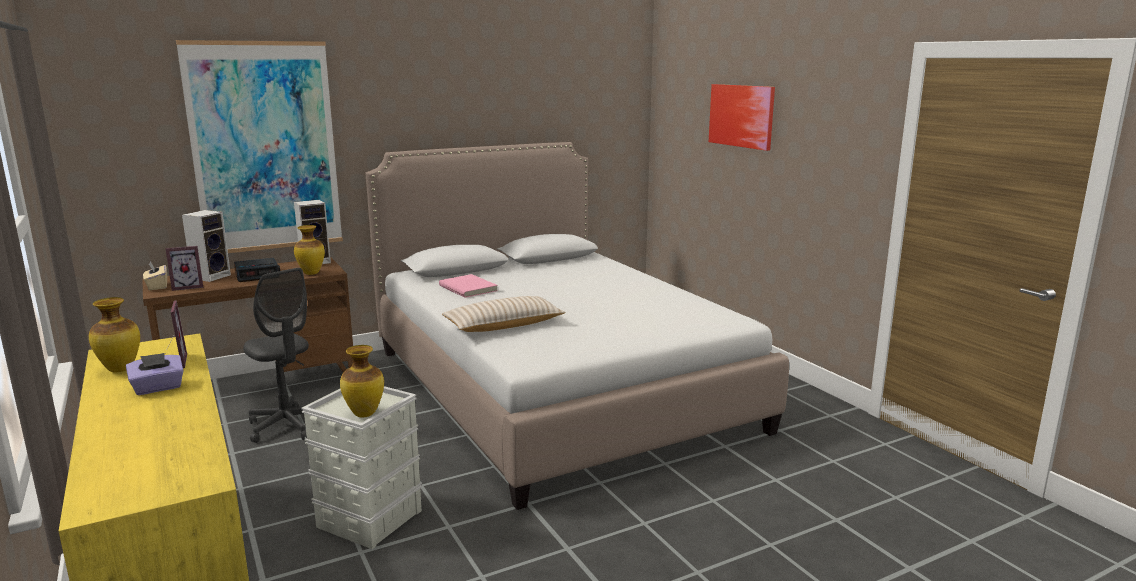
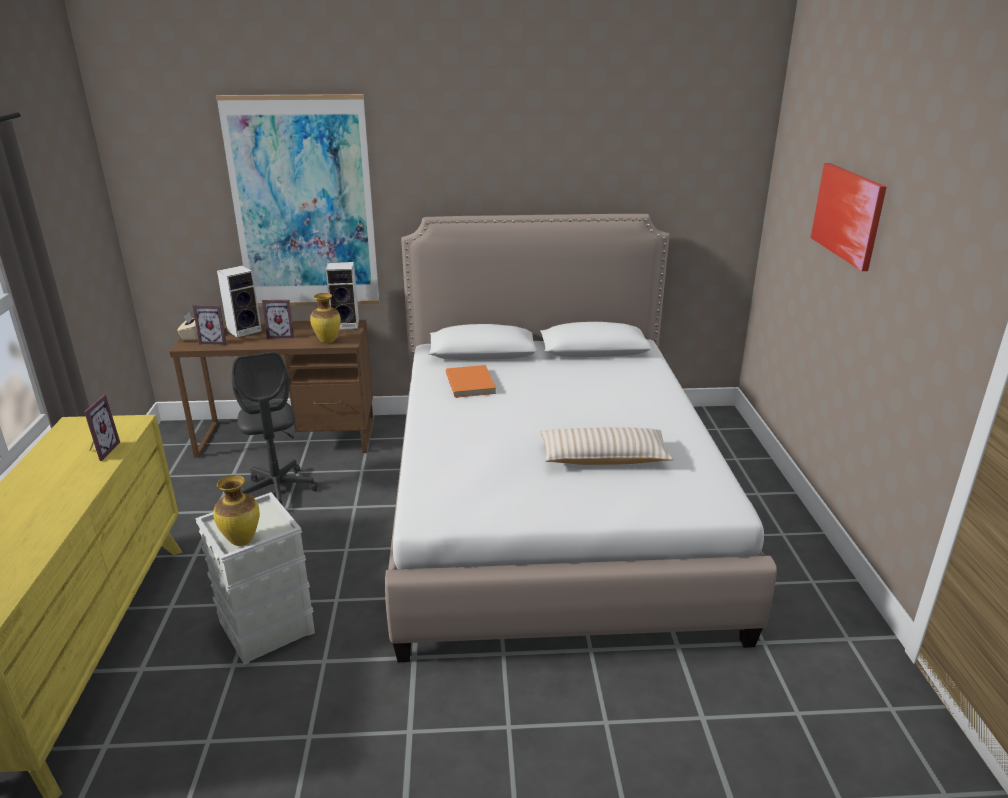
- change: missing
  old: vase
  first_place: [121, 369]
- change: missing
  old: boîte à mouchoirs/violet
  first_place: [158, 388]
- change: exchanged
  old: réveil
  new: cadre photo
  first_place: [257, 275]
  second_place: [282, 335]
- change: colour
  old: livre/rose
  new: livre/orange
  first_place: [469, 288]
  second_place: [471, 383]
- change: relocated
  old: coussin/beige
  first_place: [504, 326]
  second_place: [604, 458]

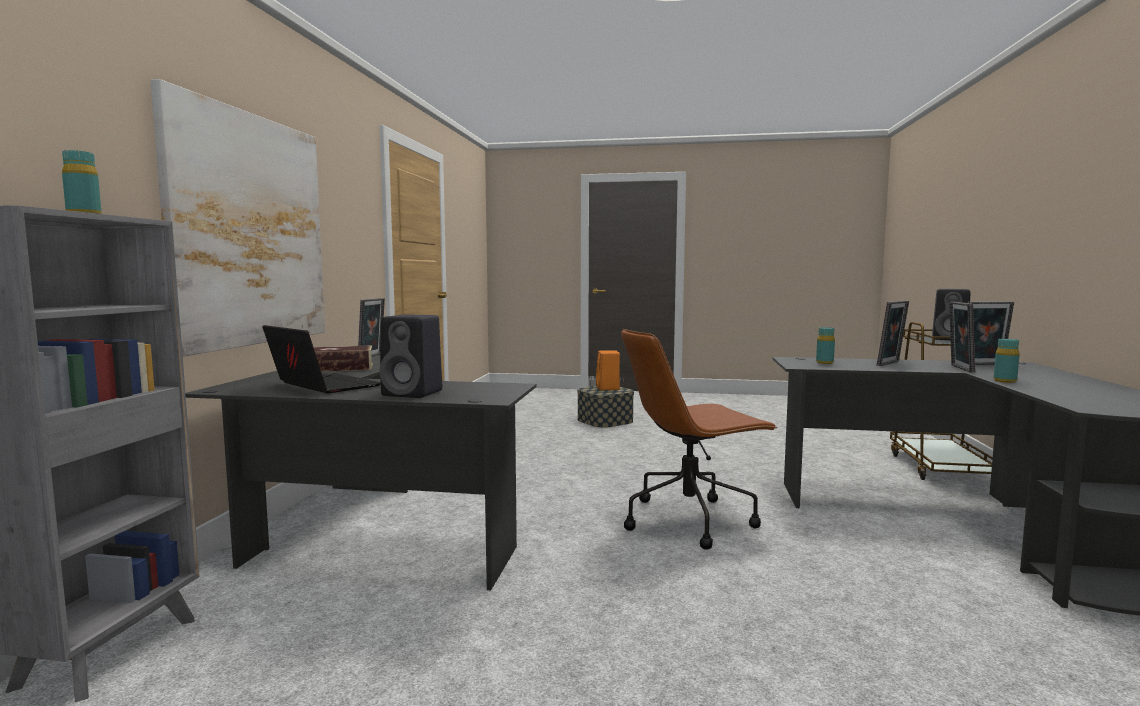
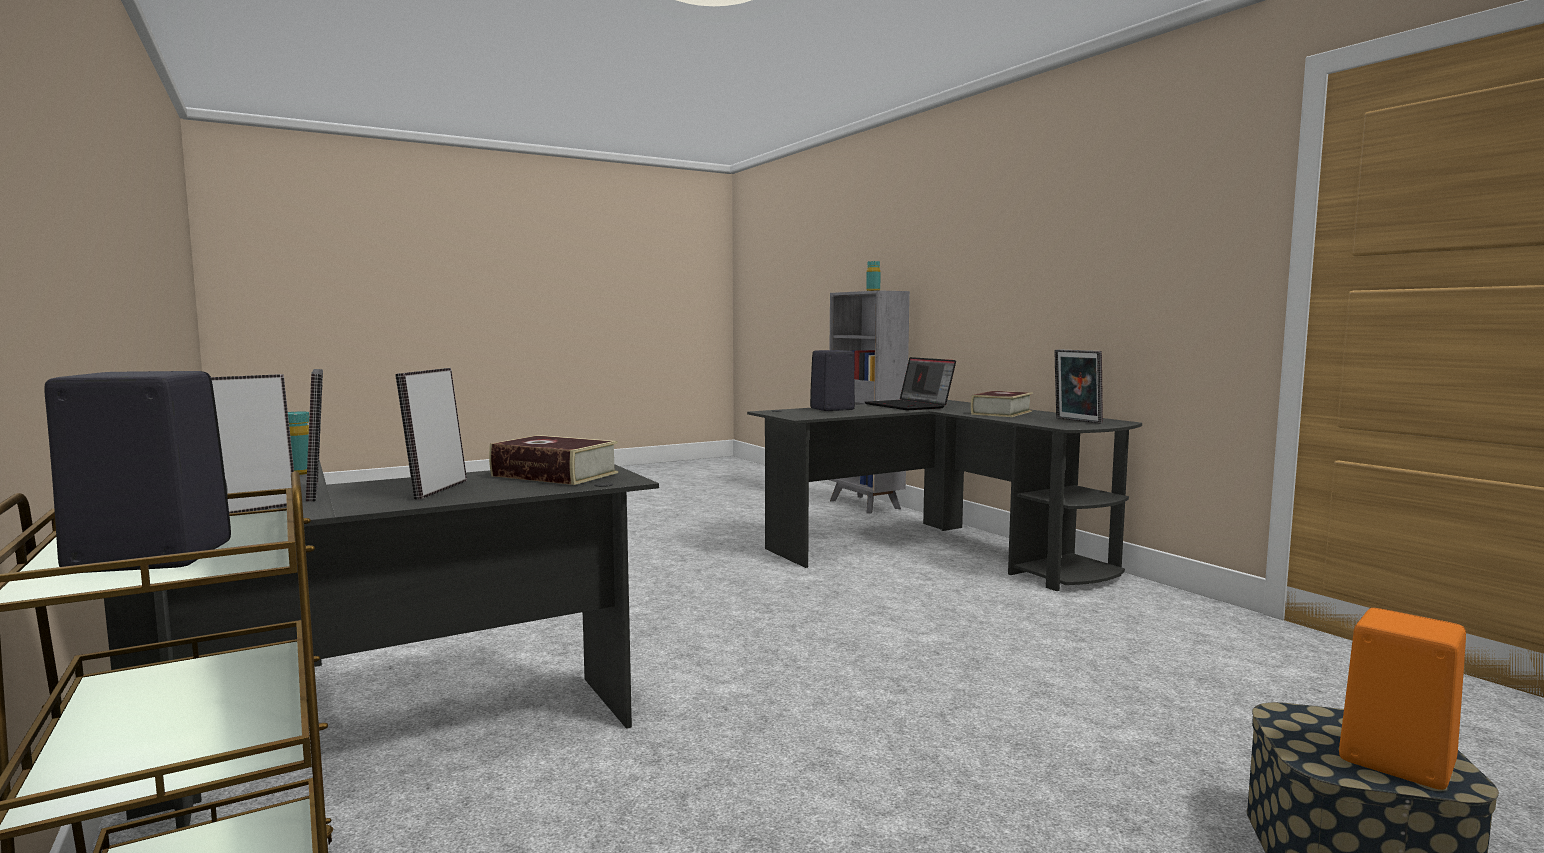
- change: missing
  old: tableau
  first_place: [250, 230]
- change: spun
  old: ordinateur portable
  first_place: [321, 386]
  second_place: [910, 406]
  degrees: 60
- change: missing
  old: chaise de bureau/marron
  first_place: [690, 520]
- change: exchanged
  old: bouteille/turquoise
  new: livre
  first_place: [824, 363]
  second_place: [554, 474]

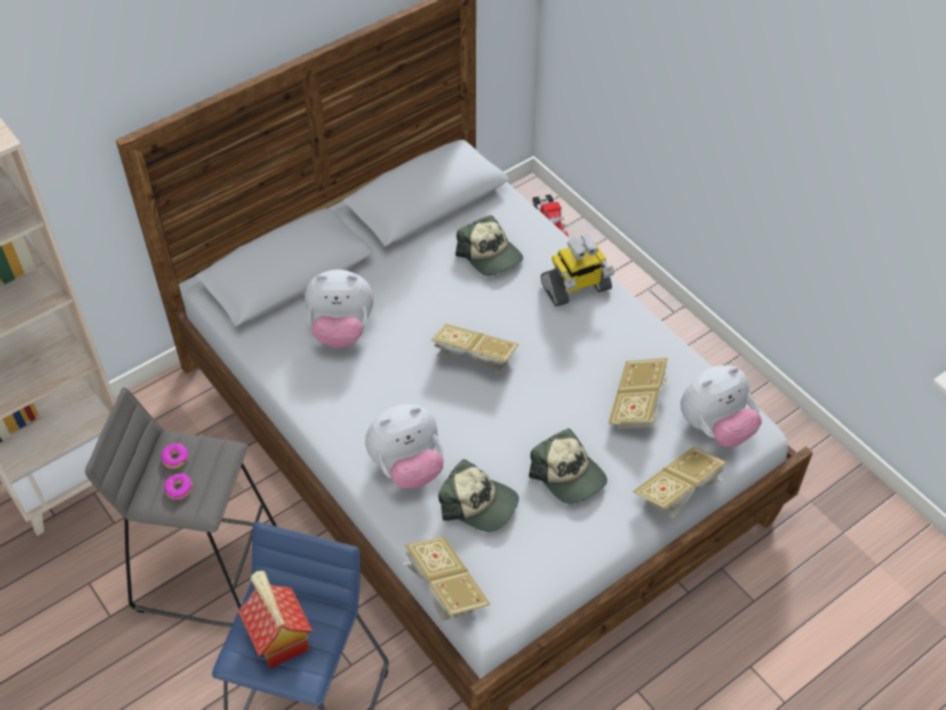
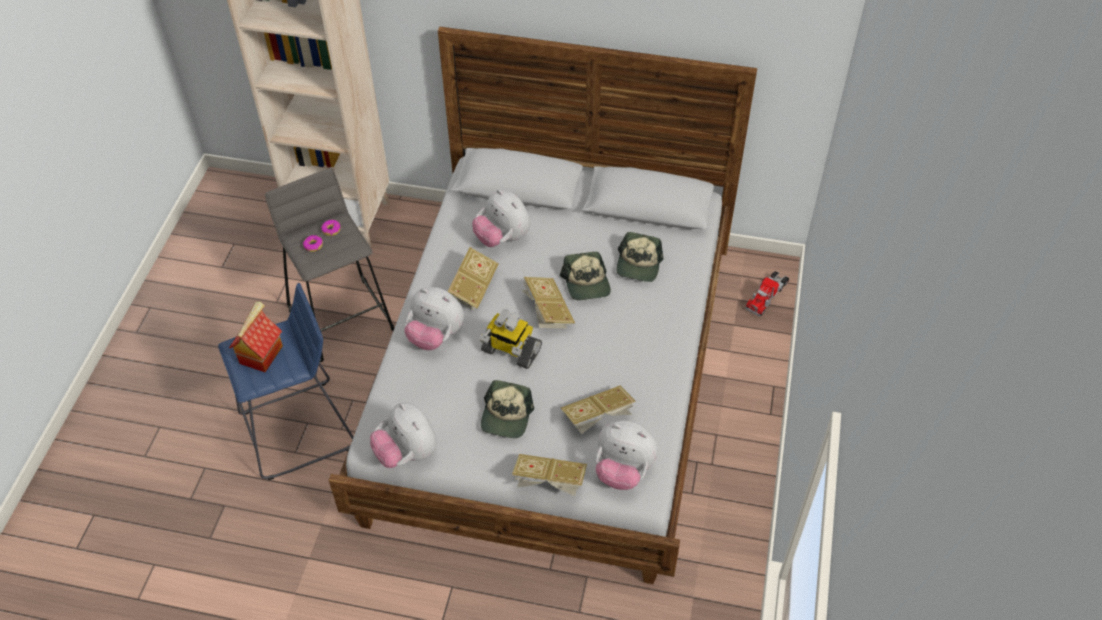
- change: relocated
  old: livre
  first_place: [444, 589]
  second_place: [472, 288]
- change: relocated
  old: casquette
  first_place: [479, 504]
  second_place: [586, 283]
- change: relocated
  old: robot jouet
  first_place: [576, 288]
  second_place: [510, 350]
- change: appeared
  new: peluche
  second_place: [407, 453]

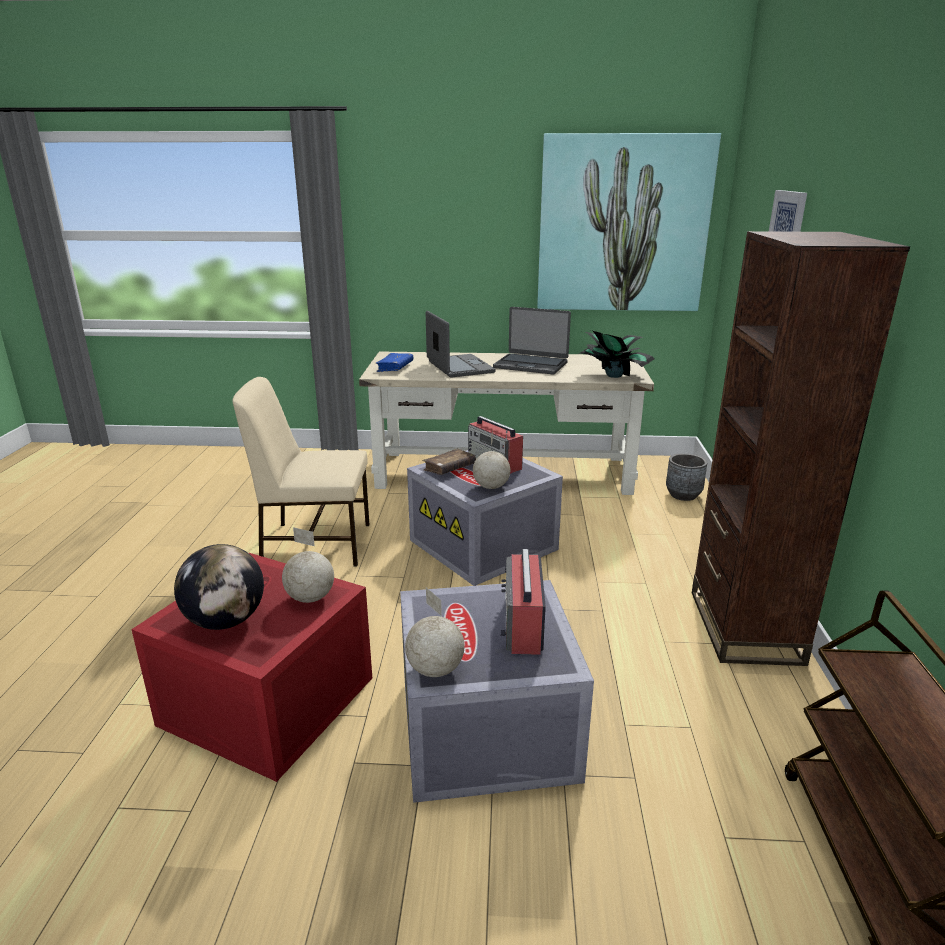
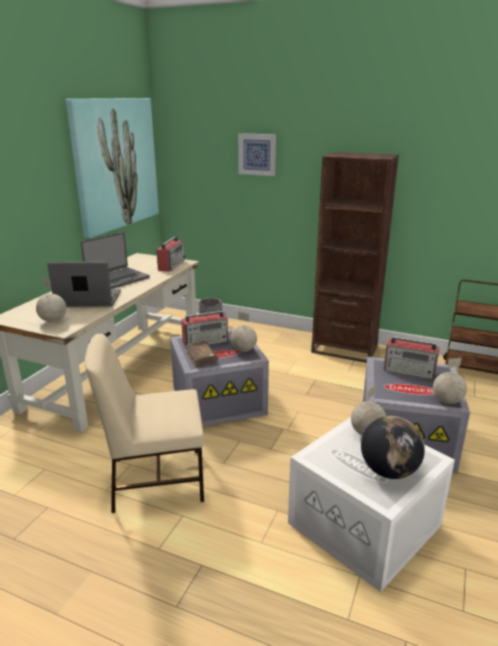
- change: colour
  old: boîte de rangement/rouge
  new: boîte de rangement/blanc
  first_place: [268, 703]
  second_place: [366, 524]
- change: spun
  old: chaise/beige
  first_place: [315, 543]
  second_place: [155, 479]
  degrees: 60
- change: exchanged
  old: livre/bleu
  new: globe
  first_place: [395, 368]
  second_place: [53, 321]
- change: exchanged
  old: plante en pot
  new: radio
  first_place: [613, 375]
  second_place: [171, 265]

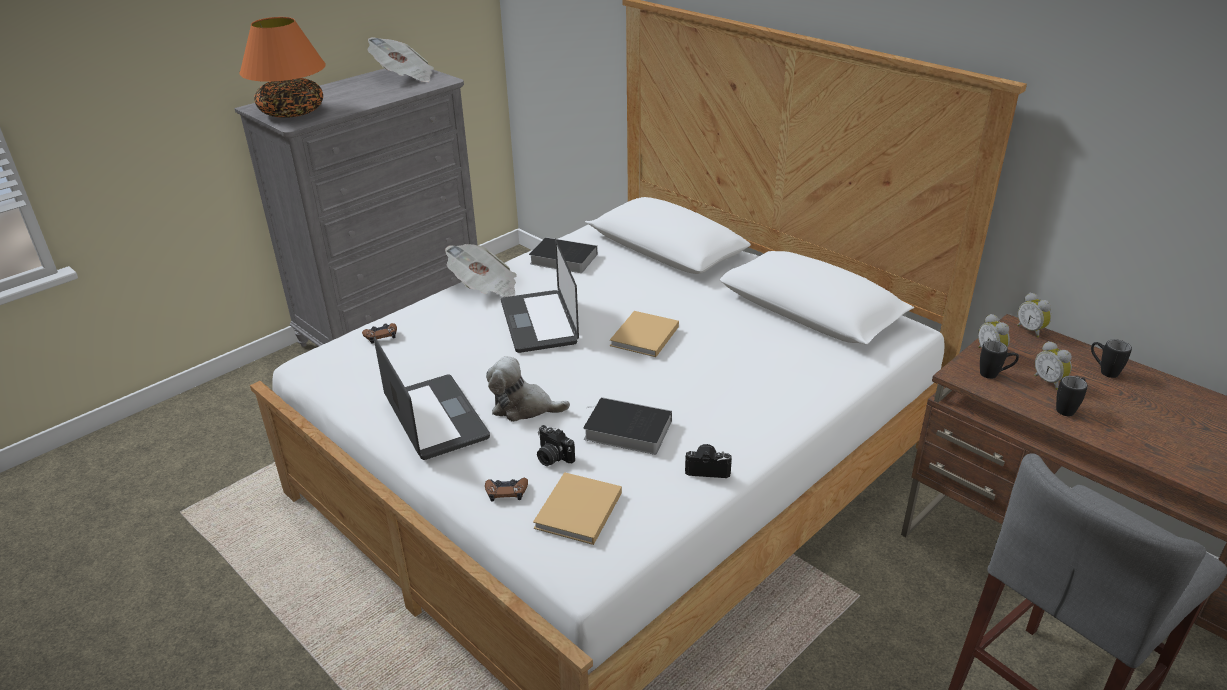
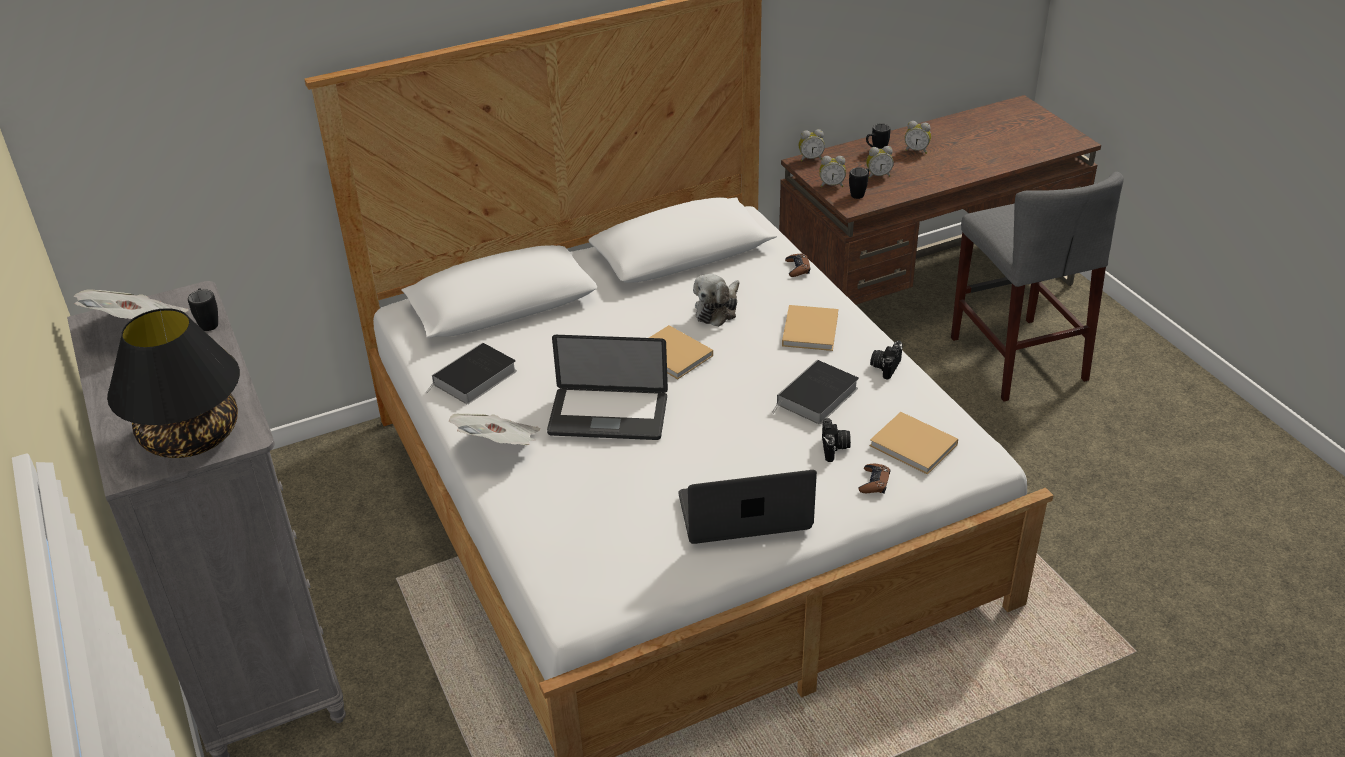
- change: colour
  old: lampe de table/orange
  new: lampe de table/noir
  first_place: [291, 112]
  second_place: [191, 437]
- change: relocated
  old: manette/marron
  first_place: [381, 335]
  second_place: [797, 268]
- change: relocated
  old: peluche
  first_place: [524, 407]
  second_place: [718, 309]
- change: spun
  old: appareil photo
  first_place: [552, 457]
  second_place: [835, 448]
  degrees: -60
- change: relocated
  old: mug/noir
  first_place: [1068, 408]
  second_place: [208, 322]
- change: appeared
  new: livre/beige
  second_place: [810, 329]
- change: appeared
  new: réveil
  second_place: [916, 150]

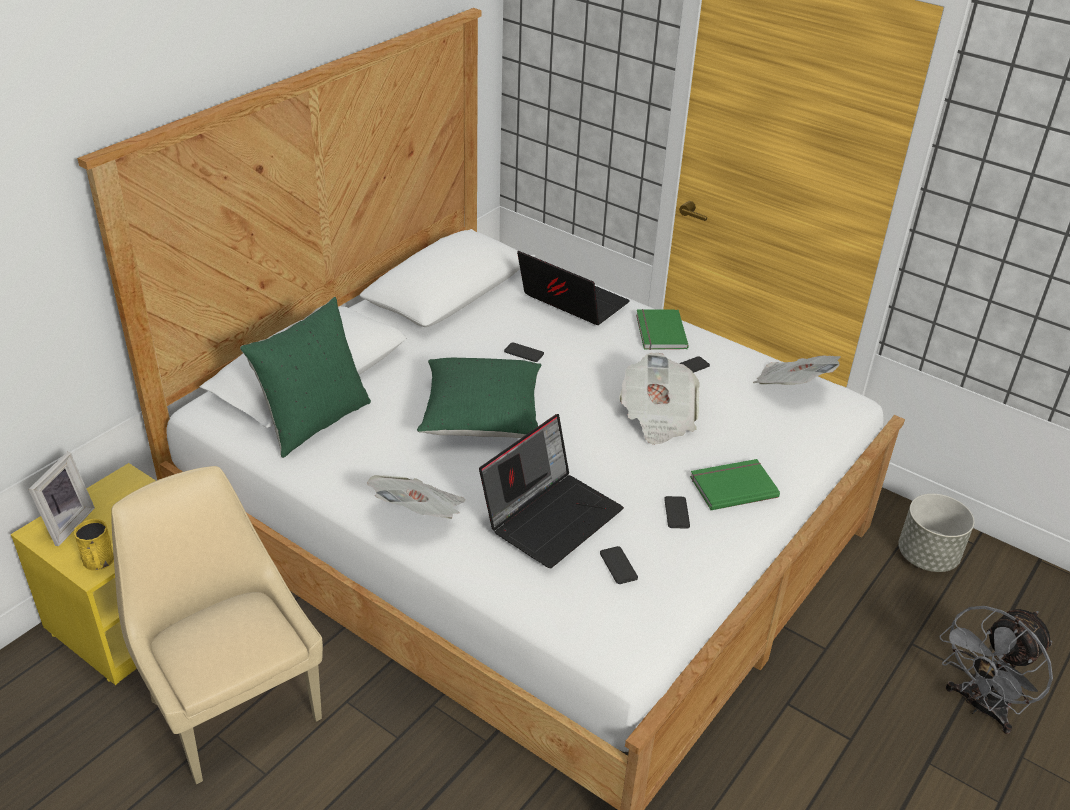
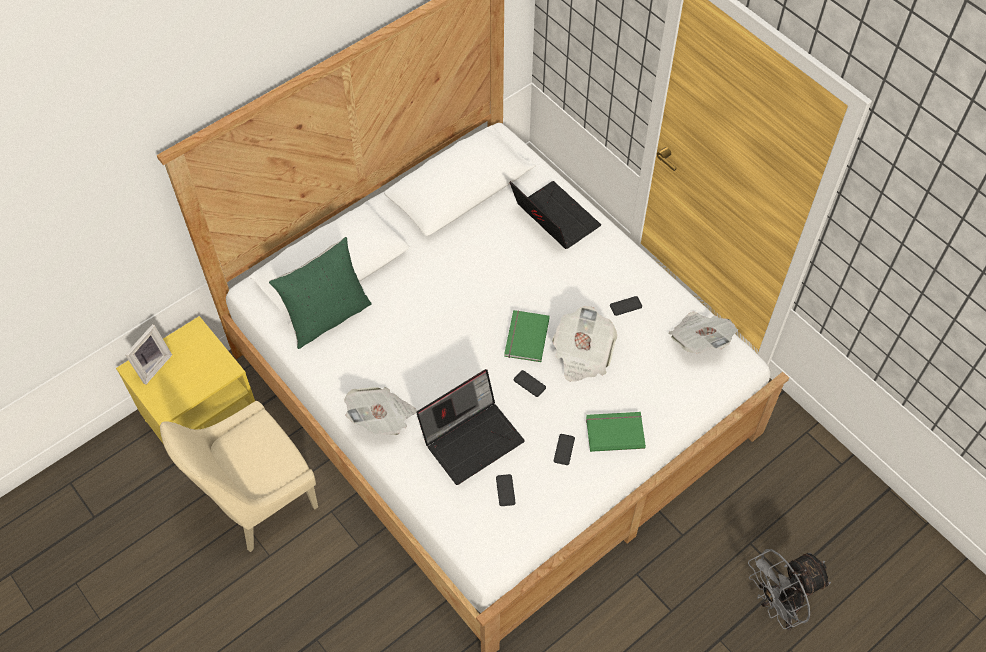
- change: missing
  old: mug/jaune
  first_place: [99, 562]
- change: spun
  old: chaise/beige
  first_place: [233, 705]
  second_place: [256, 499]
  degrees: -105
- change: missing
  old: coussin/vert
  first_place: [481, 417]
- change: relocated
  old: téléphone
  first_place: [524, 352]
  second_place: [529, 383]
- change: relocated
  old: livre/vert
  first_place: [659, 332]
  second_place: [525, 337]
- change: missing
  old: cache-pot/gris
  first_place: [927, 556]

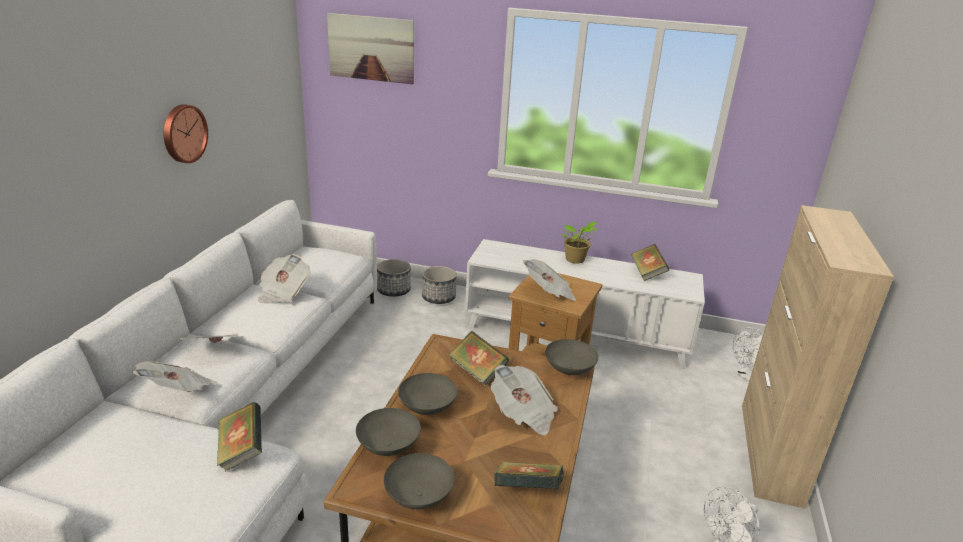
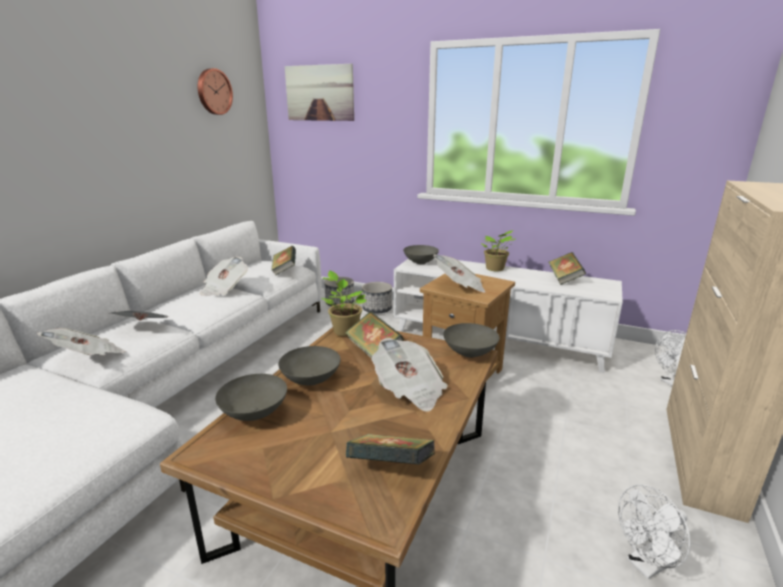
- change: relocated
  old: horloge murale
  first_place: [183, 133]
  second_place: [213, 92]
- change: relocated
  old: livre
  first_place: [241, 451]
  second_place: [284, 270]
- change: relocated
  old: bol/gris
  first_place: [418, 497]
  second_place: [420, 262]
- change: appeared
  new: plante en pot
  second_place: [344, 330]

